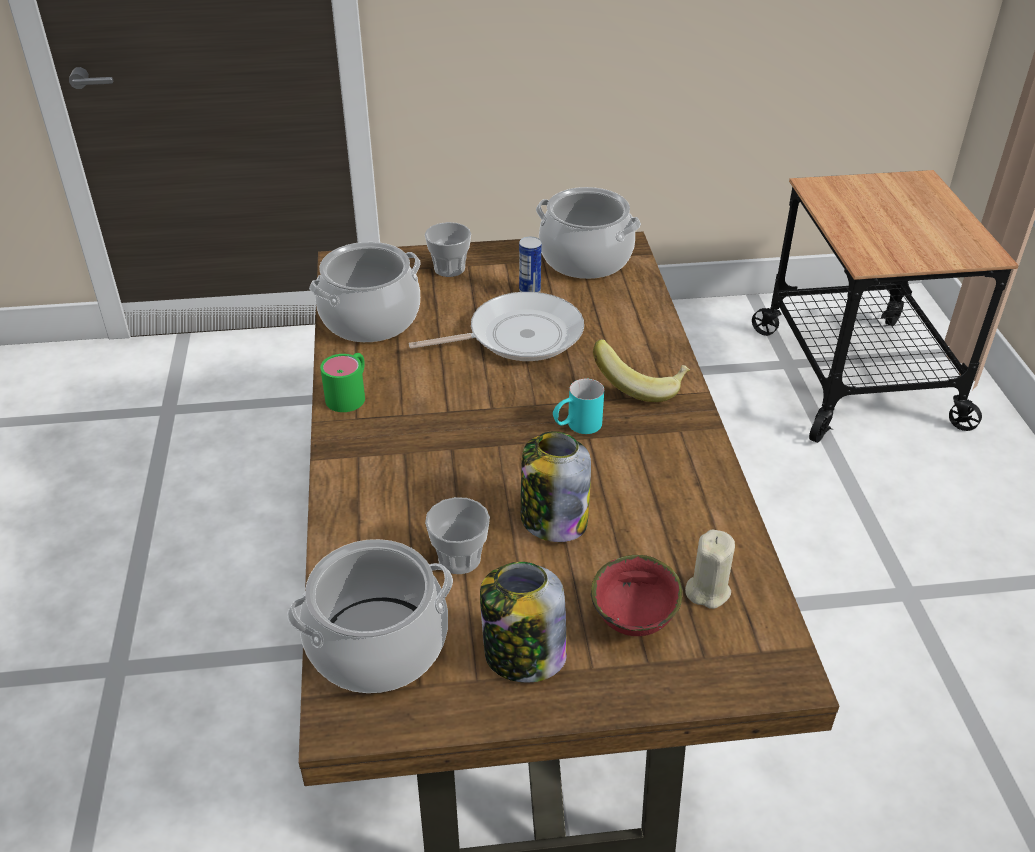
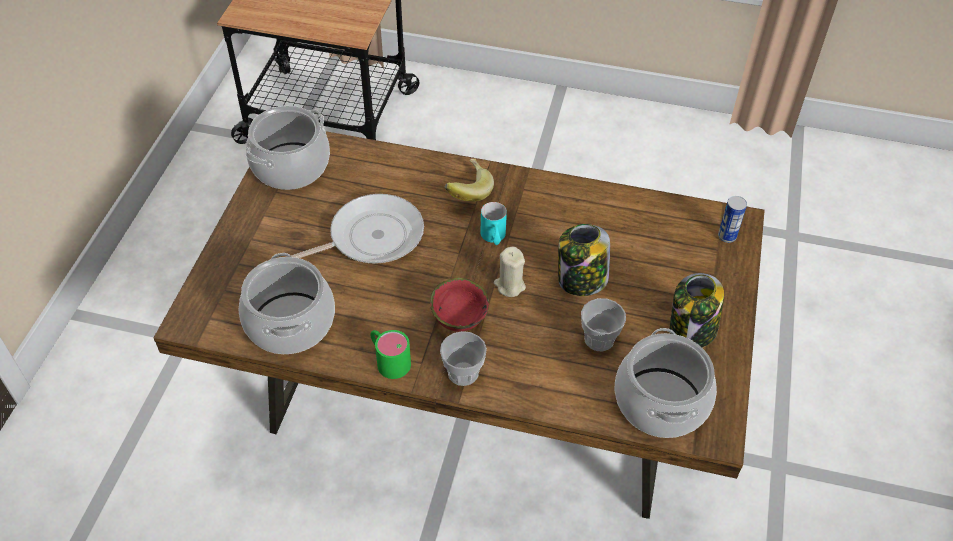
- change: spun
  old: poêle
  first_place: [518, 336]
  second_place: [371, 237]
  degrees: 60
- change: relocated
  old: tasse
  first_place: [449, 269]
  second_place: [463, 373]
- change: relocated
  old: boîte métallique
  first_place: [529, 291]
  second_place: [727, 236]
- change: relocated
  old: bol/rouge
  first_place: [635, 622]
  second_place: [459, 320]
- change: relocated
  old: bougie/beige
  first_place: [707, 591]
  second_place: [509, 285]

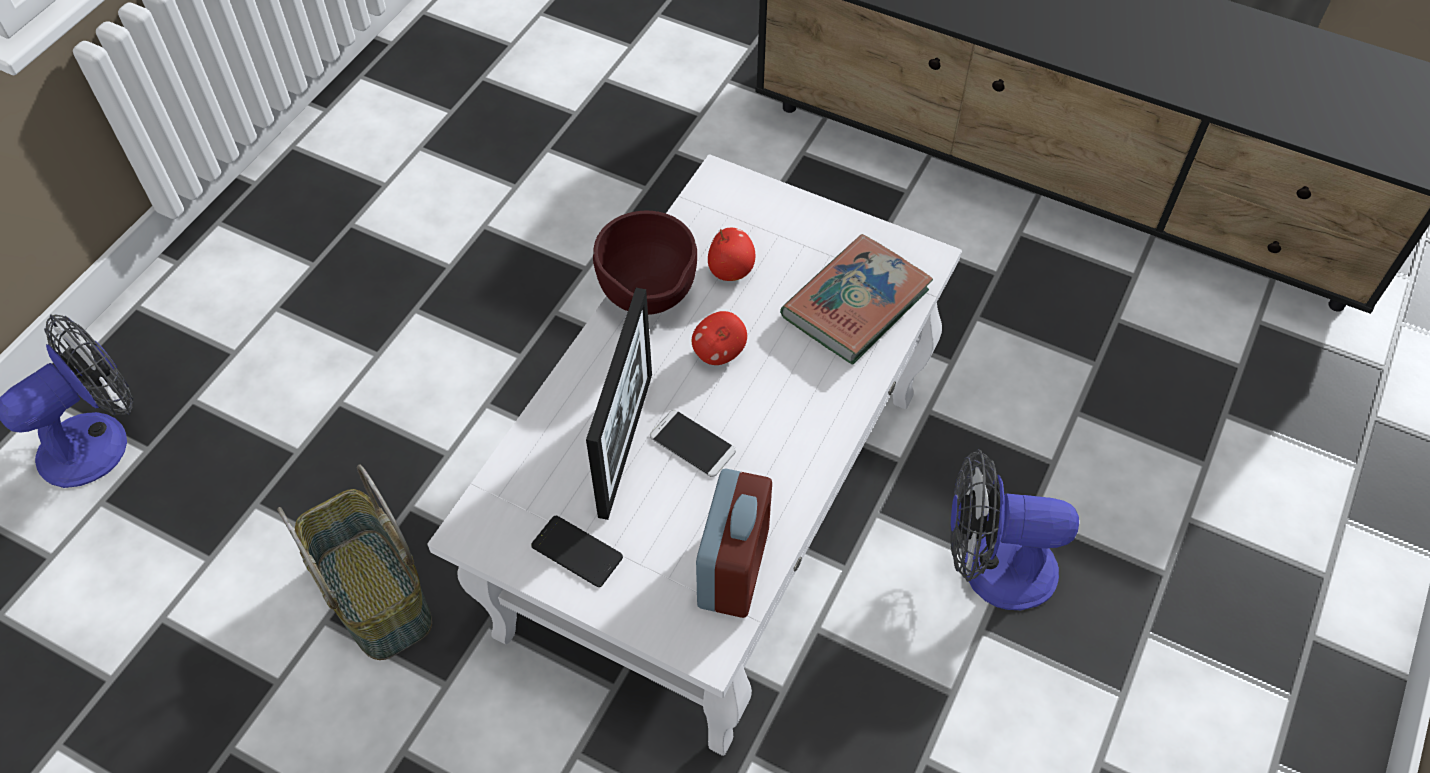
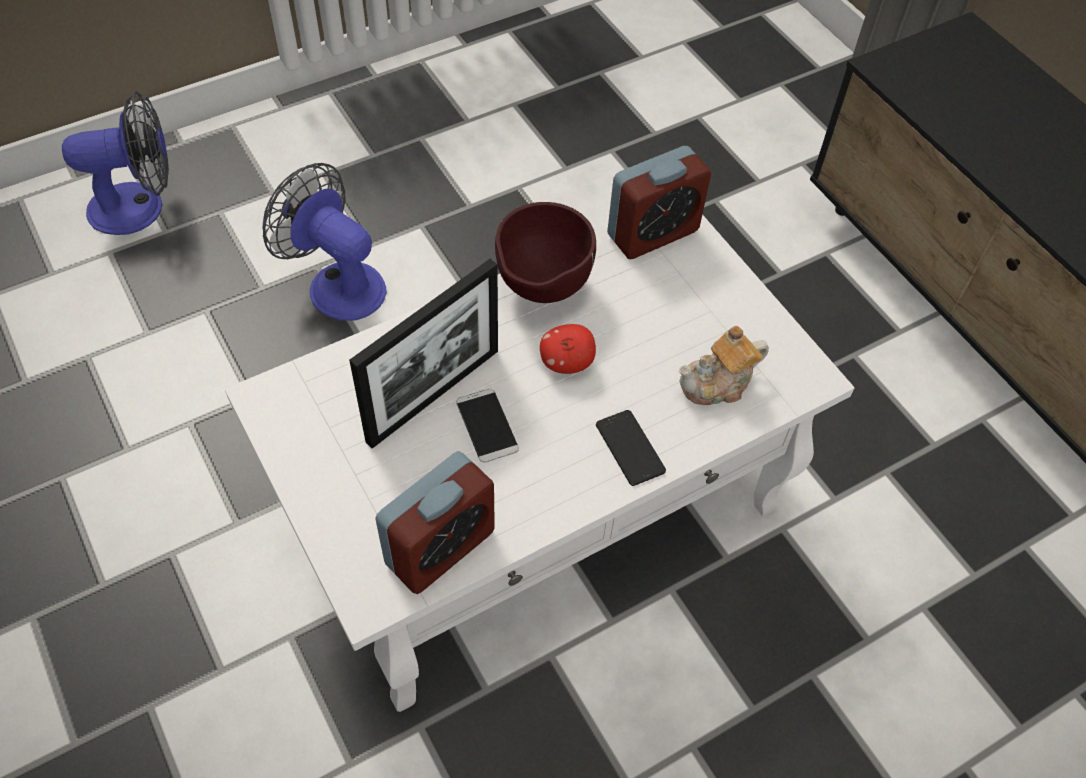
- change: missing
  old: panier
  first_place: [372, 594]
- change: relocated
  old: téléphone
  first_place: [577, 551]
  second_place: [630, 448]
- change: missing
  old: pomme
  first_place: [731, 270]
- change: exchanged
  old: livre
  new: théière
  first_place: [855, 304]
  second_place: [718, 384]
- change: relocated
  old: ventilateur
  first_place: [992, 567]
  second_place: [337, 283]
- change: appeared
  new: réveil
  second_place: [652, 233]

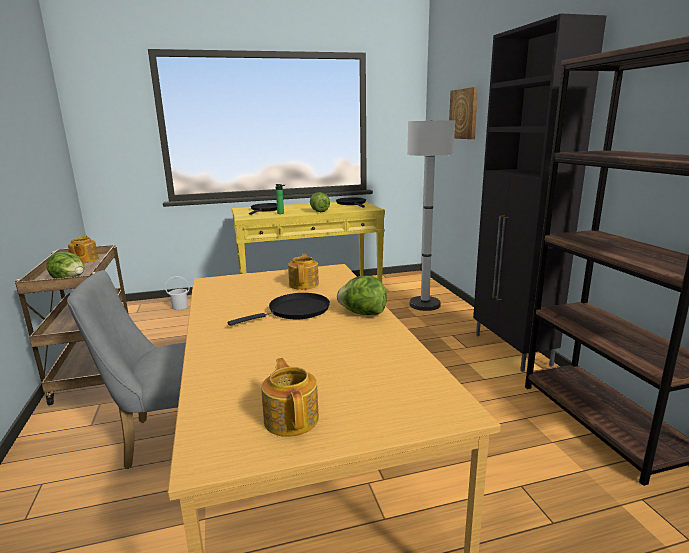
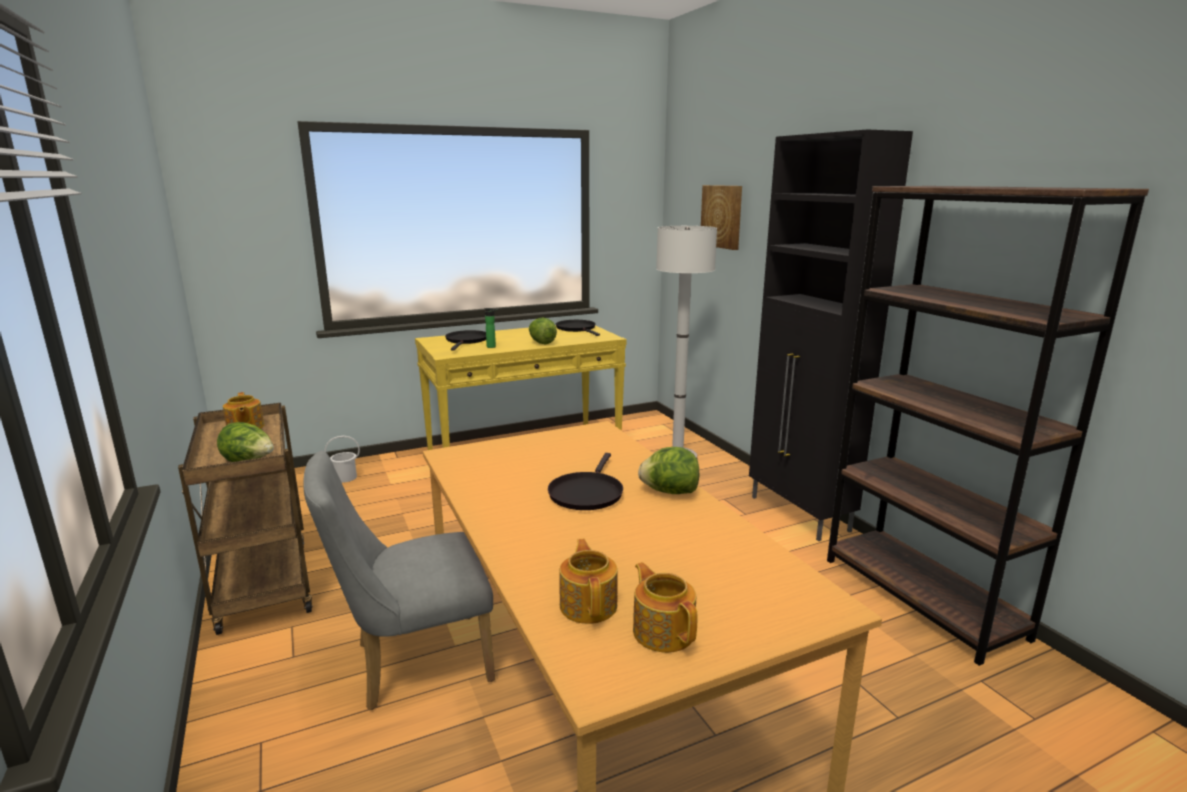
- change: spun
  old: poêle/noir
  first_place: [295, 311]
  second_place: [586, 493]
  degrees: 150
- change: relocated
  old: théière
  first_place: [304, 284]
  second_place: [589, 604]

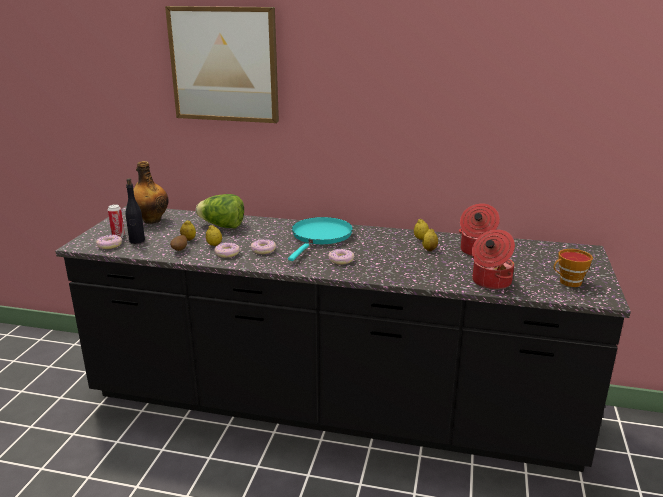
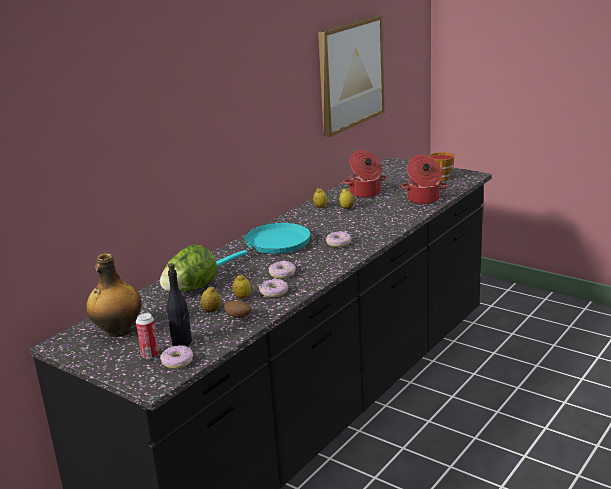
- change: relocated
  old: tableau
  first_place: [224, 64]
  second_place: [350, 74]
- change: spun
  old: poêle/turquoise
  first_place: [320, 237]
  second_place: [274, 244]
  degrees: 90

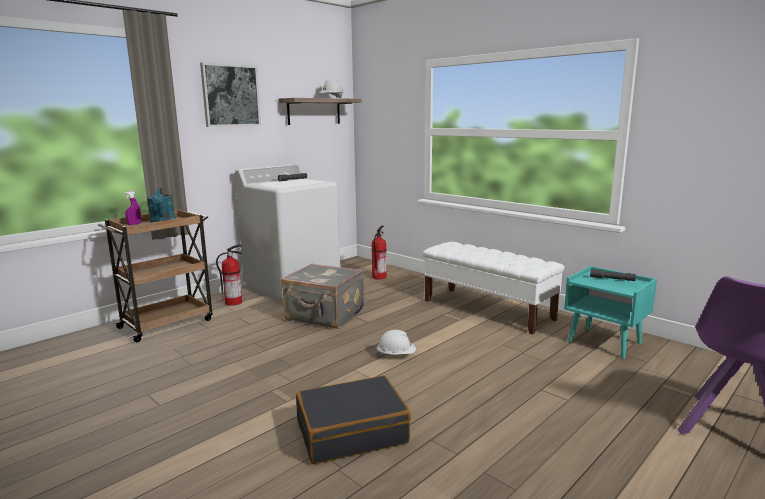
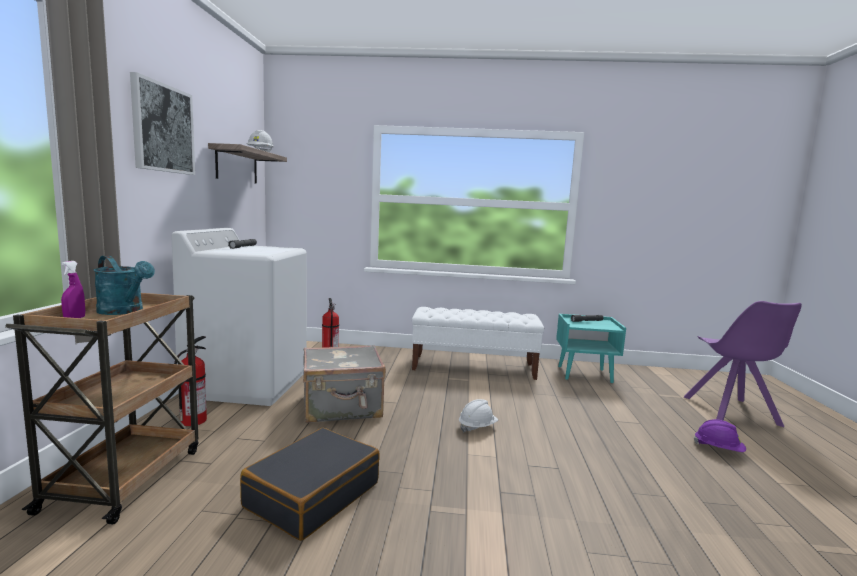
- change: relocated
  old: valise/noir
  first_place: [351, 431]
  second_place: [312, 494]
- change: appeared
  new: casque de chantier/violet
  second_place: [718, 449]

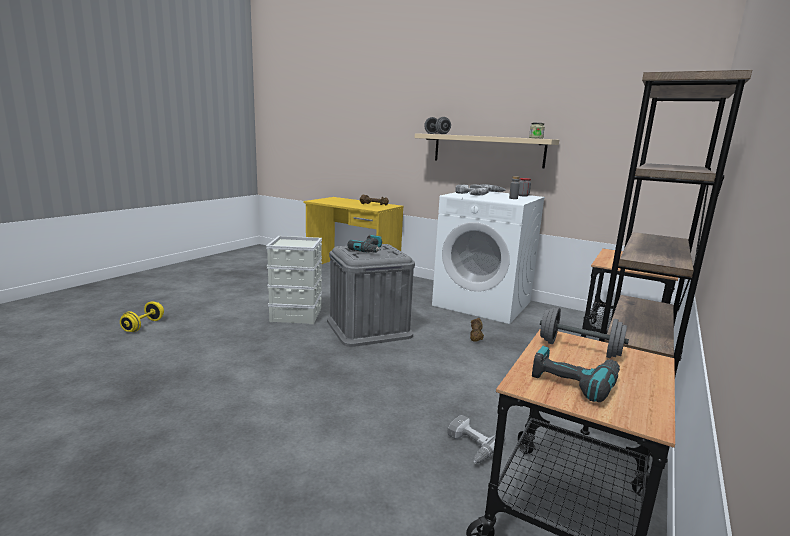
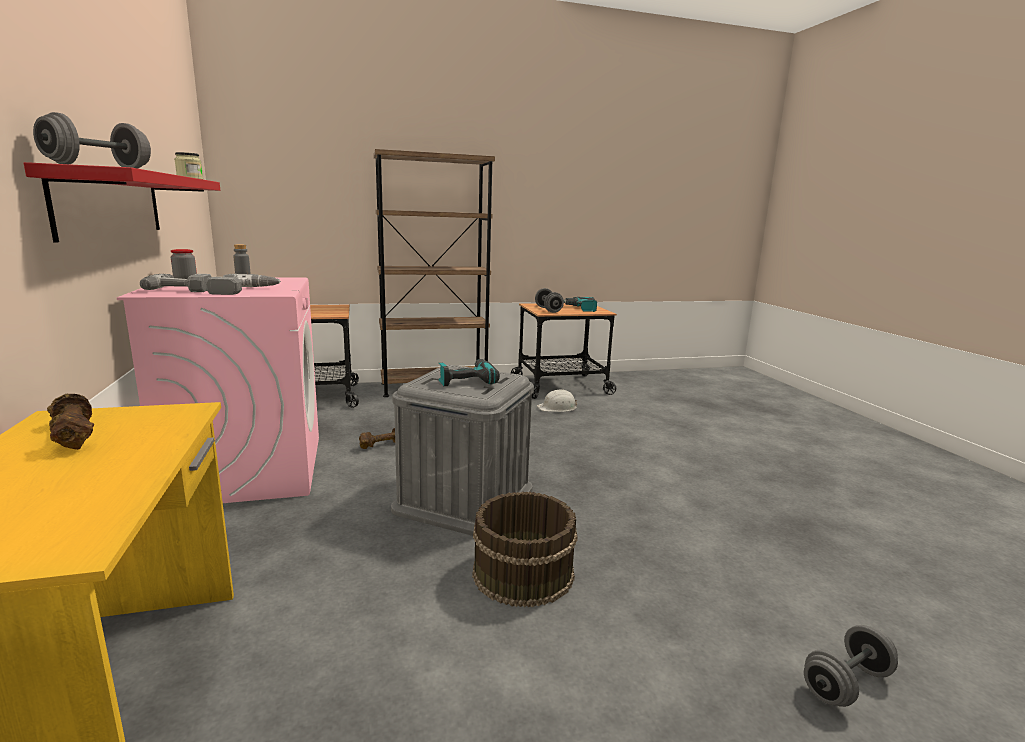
- change: colour
  old: haltère/jaune
  new: haltère/gris
  first_place: [143, 326]
  second_place: [846, 683]
- change: exchanged
  old: boîte de rangement/gris
  new: seau/marron
  first_place: [297, 314]
  second_place: [522, 572]
- change: colour
  old: étagère/beige
  new: étagère/rouge
  first_place: [488, 150]
  second_place: [111, 204]
- change: colour
  old: lave-linge/blanc
  new: lave-linge/rose
  first_place: [483, 303]
  second_place: [248, 469]
- change: exchanged
  old: perceuse
  new: casque de chantier/blanc
  first_place: [470, 446]
  second_place: [557, 407]

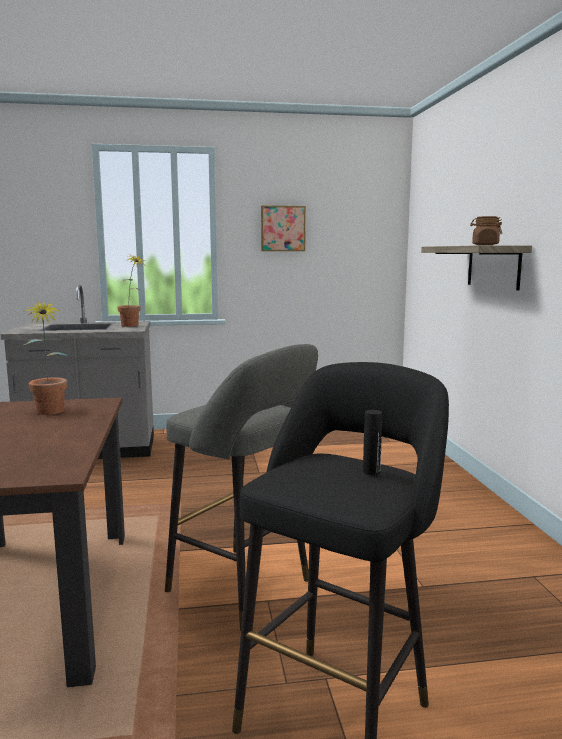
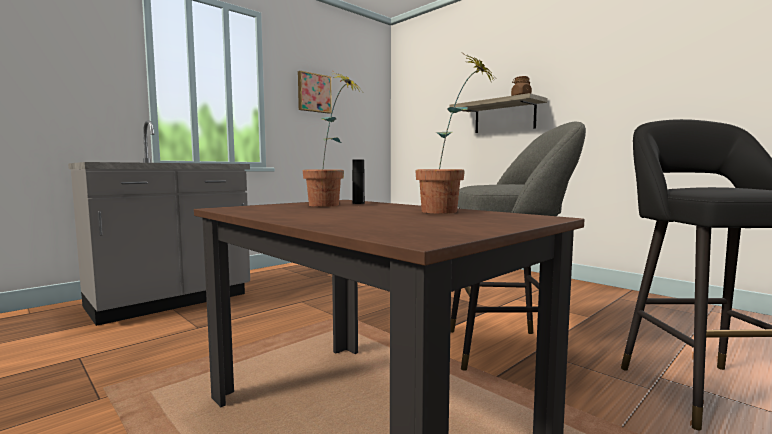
- change: relocated
  old: plante en pot
  first_place: [132, 326]
  second_place: [451, 211]
- change: relocated
  old: bouteille/noir
  first_place: [371, 472]
  second_place: [358, 203]

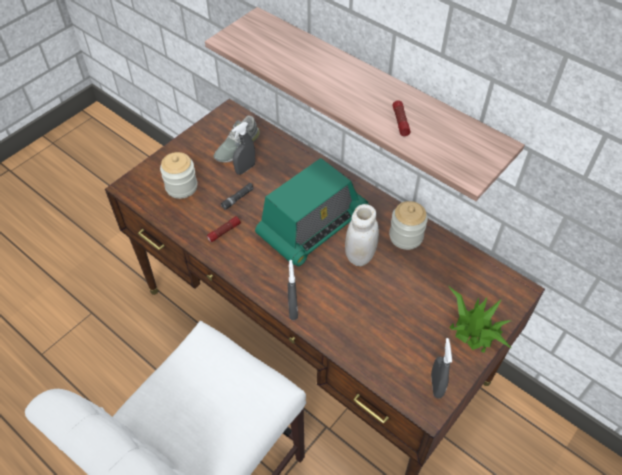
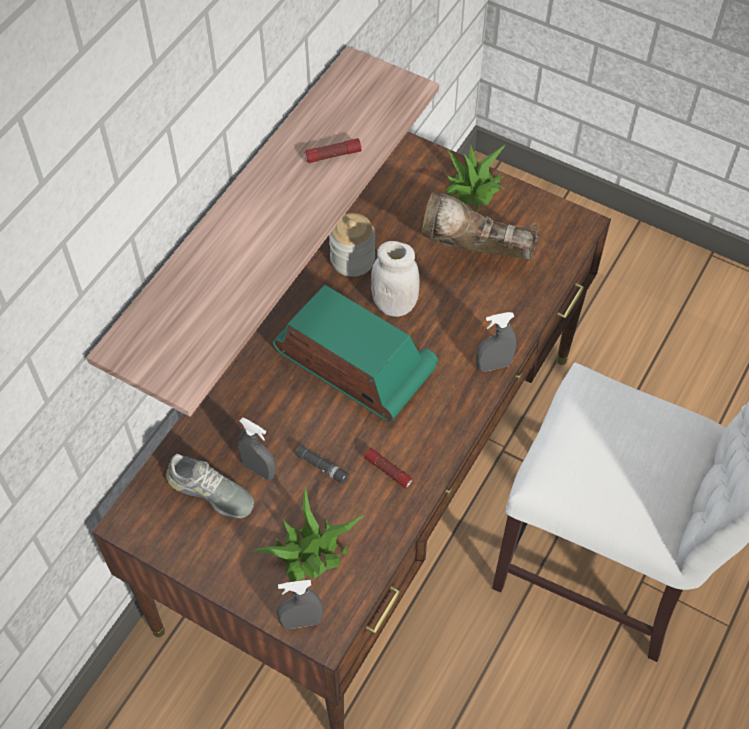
- change: exchanged
  old: bocal
  new: plante en pot
  first_place: [181, 187]
  second_place: [311, 552]
- change: relocated
  old: vaporisateur/gris
  first_place: [436, 385]
  second_place: [301, 621]
- change: appeared
  new: botte/marron
  second_place: [474, 256]

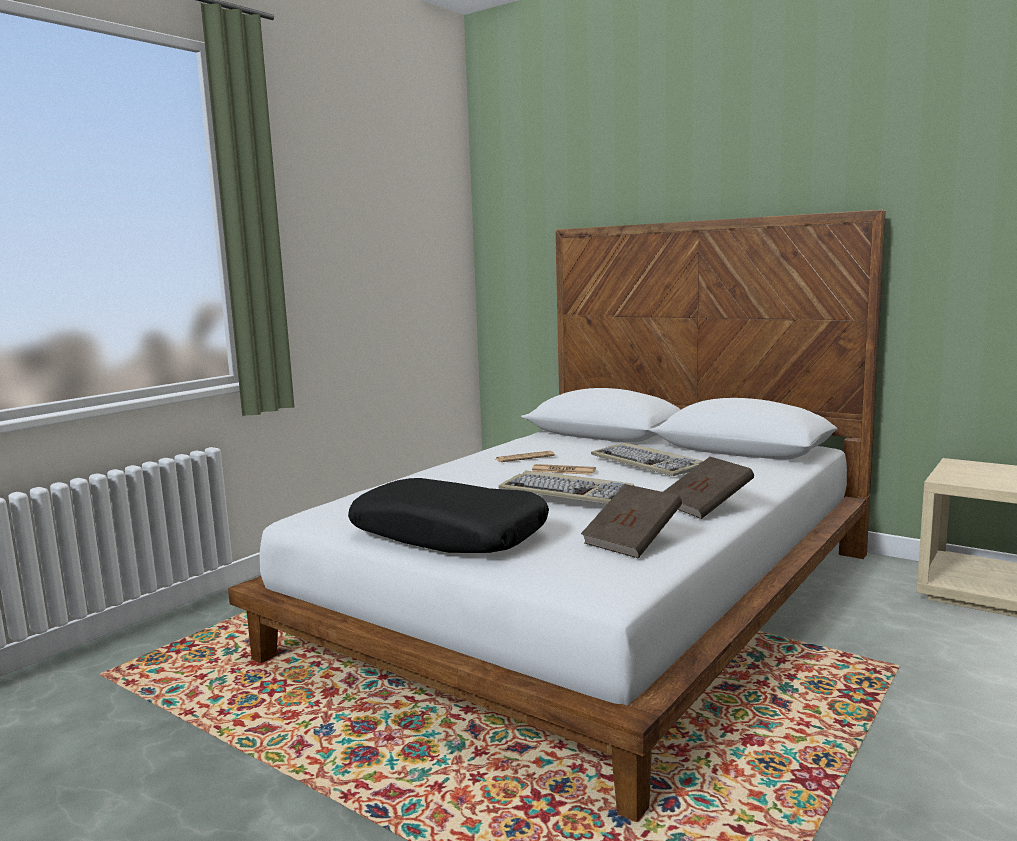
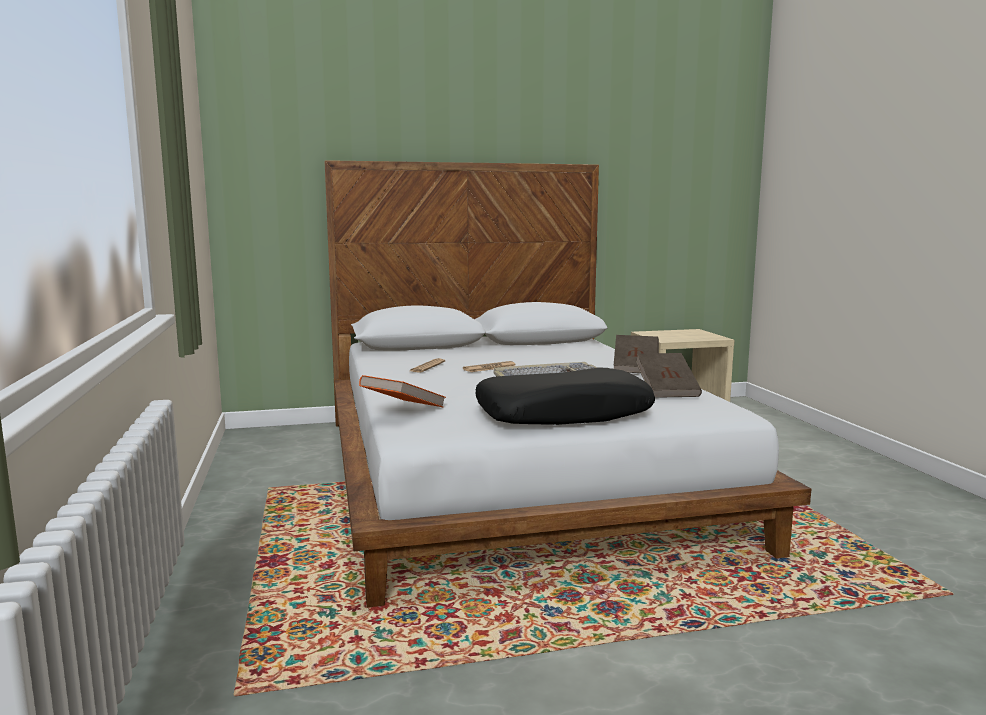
- change: missing
  old: clavier
  first_place: [647, 464]
- change: appeared
  new: livre/orange
  second_place: [403, 410]

